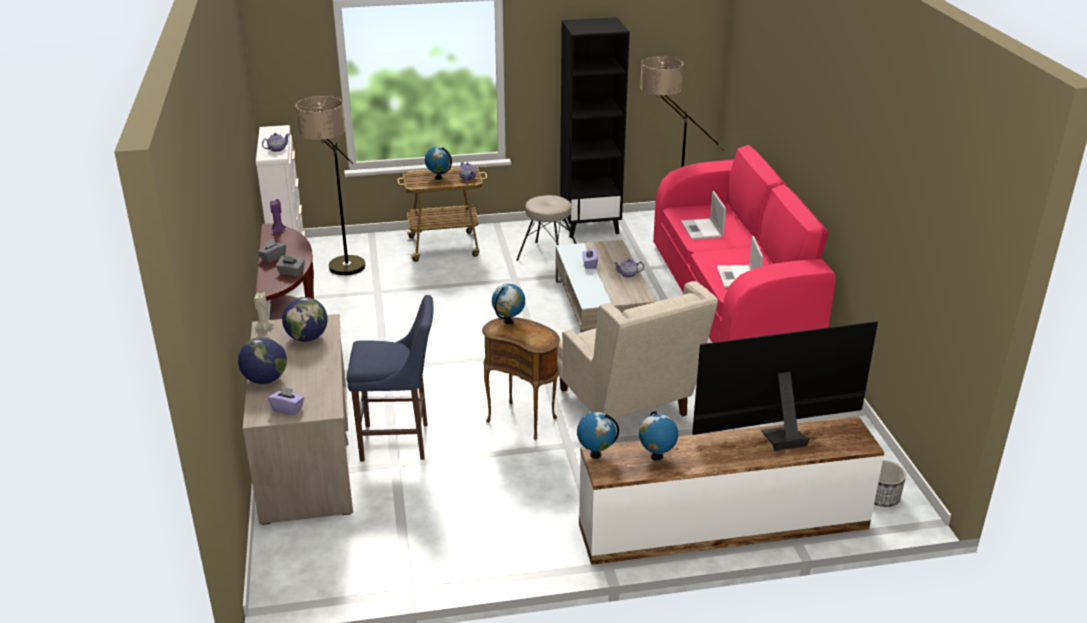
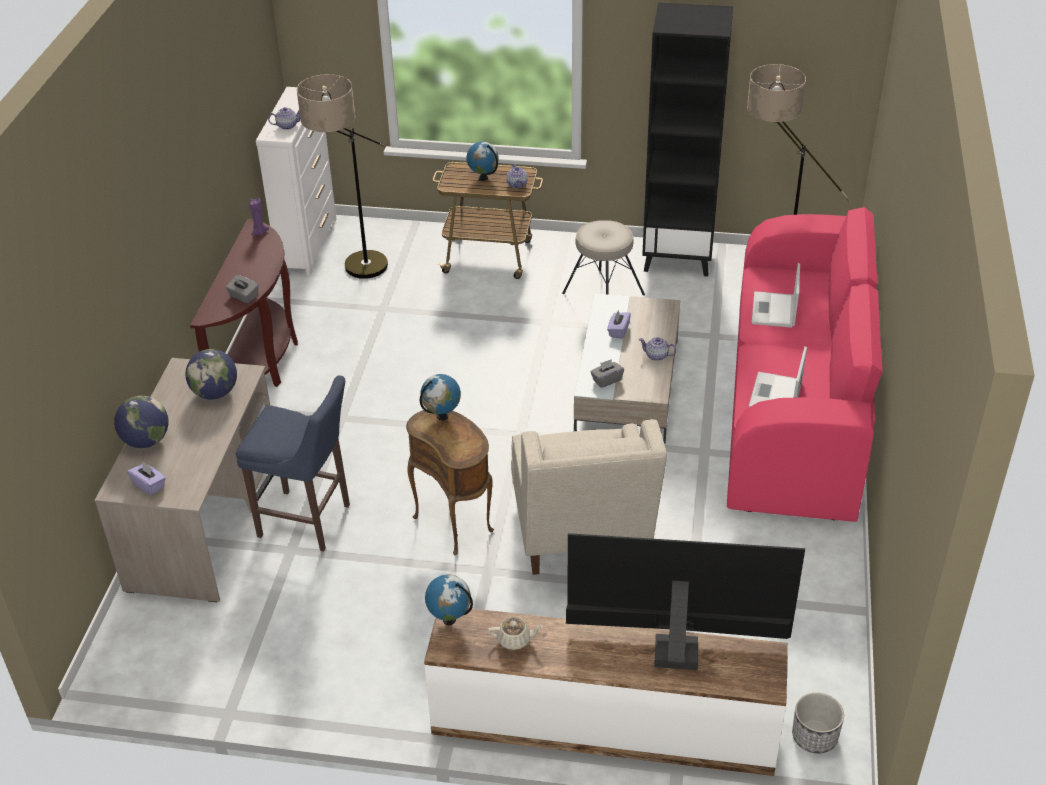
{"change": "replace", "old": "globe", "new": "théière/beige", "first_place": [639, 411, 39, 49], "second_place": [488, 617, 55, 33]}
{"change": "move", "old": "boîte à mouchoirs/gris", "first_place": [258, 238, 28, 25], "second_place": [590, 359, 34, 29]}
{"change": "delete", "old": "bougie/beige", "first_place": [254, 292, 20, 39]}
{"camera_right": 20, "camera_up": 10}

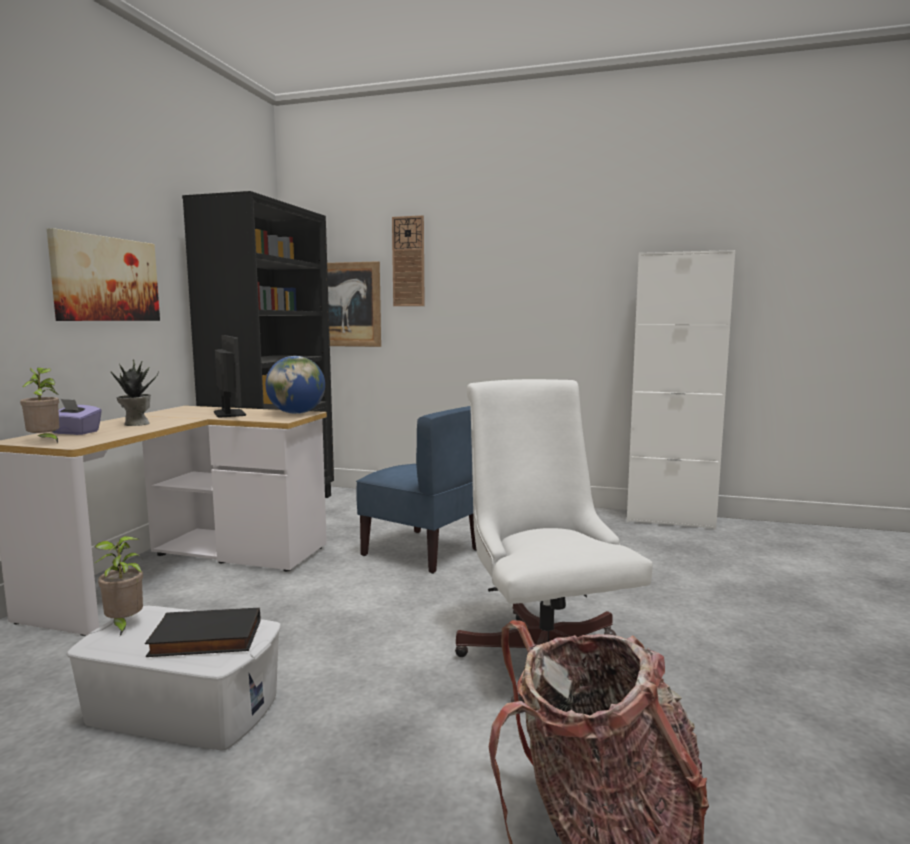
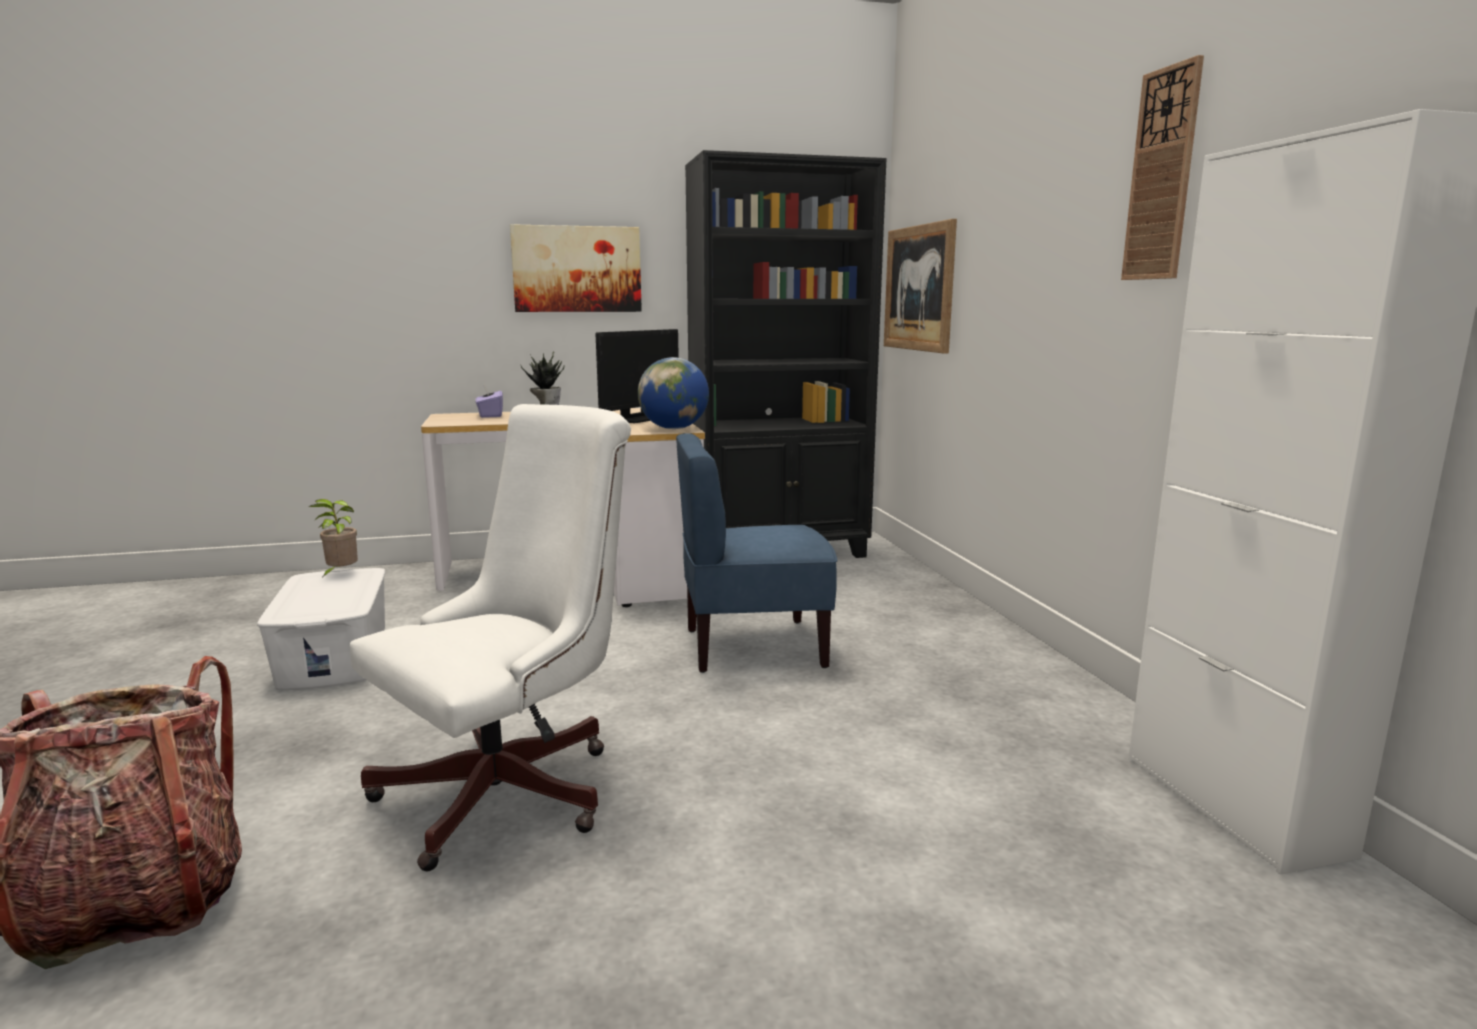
{"change": "rotate", "old": "chaise/bleu", "first_place": [356, 406, 121, 168], "second_place": [676, 433, 161, 240], "degrees": 75}
{"change": "move", "old": "horloge murale", "first_place": [392, 215, 33, 91], "second_place": [1121, 55, 83, 225]}
{"change": "delete", "old": "plante en pot", "first_place": [20, 368, 40, 75]}
{"change": "delete", "old": "livre/noir", "first_place": [145, 608, 115, 49]}
{"camera_right": 60, "camera_up": 5}

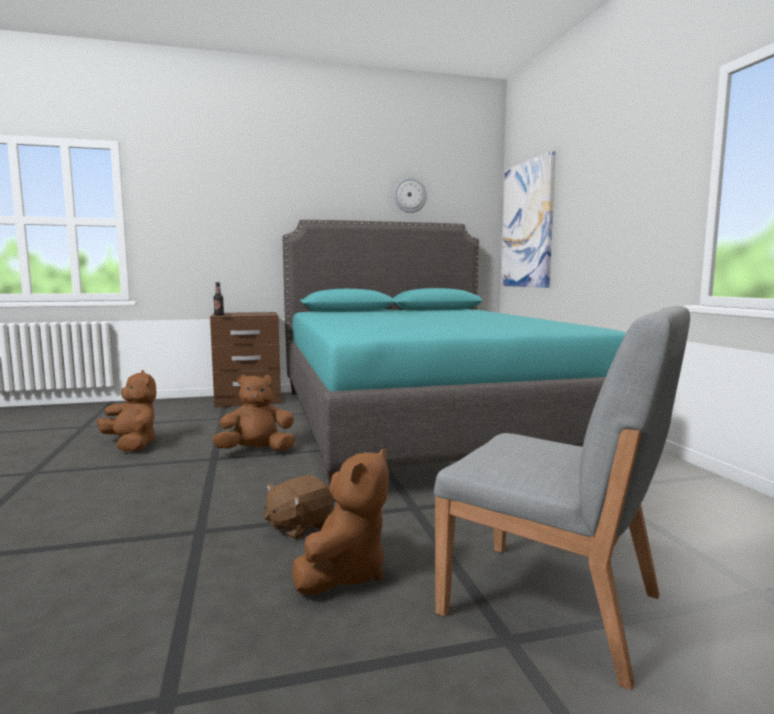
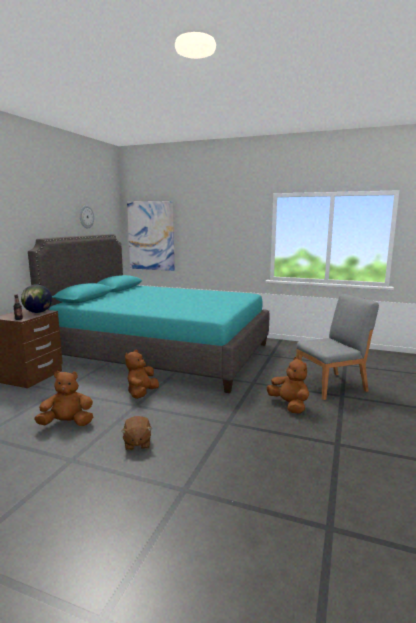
{"change": "insert", "new": "globe", "second_place": [21, 284, 31, 29]}
{"change": "move", "old": "peluche/marron", "first_place": [264, 475, 70, 64], "second_place": [121, 416, 31, 35]}
{"camera_right": -55, "camera_up": 5}

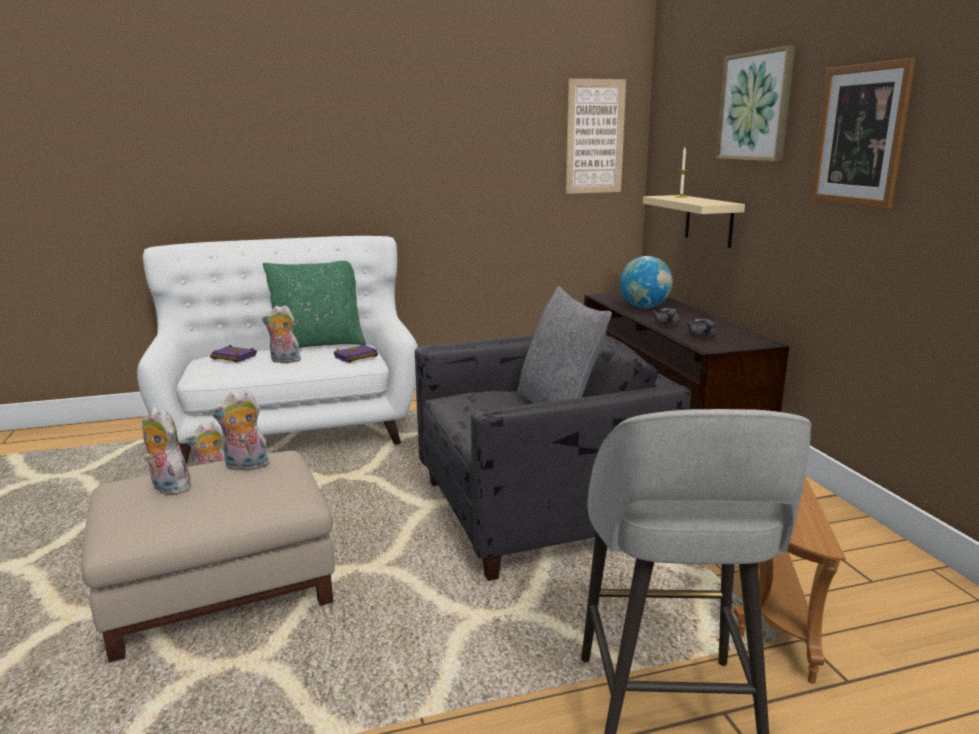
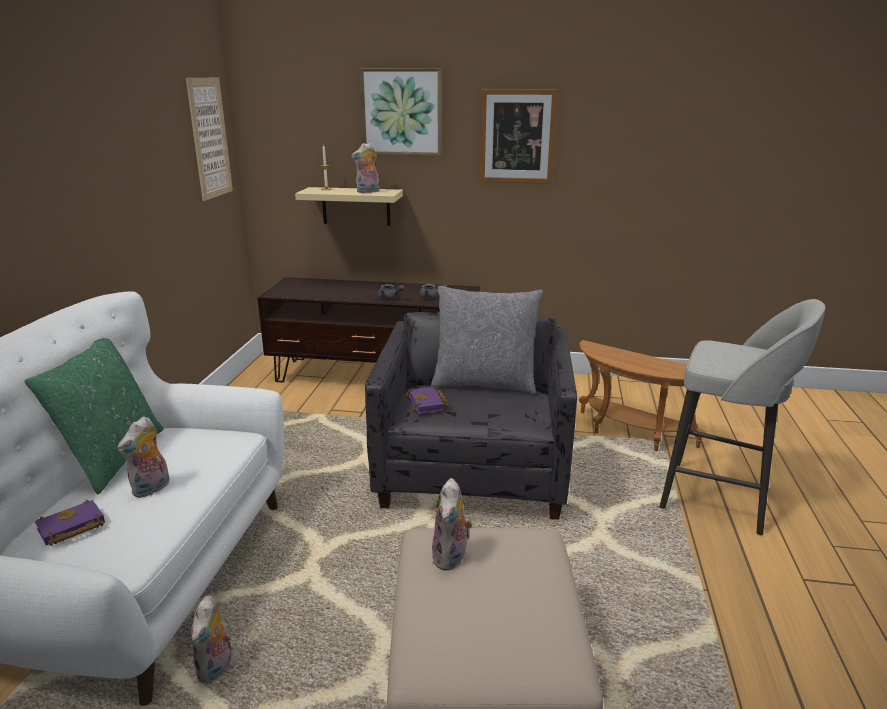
{"change": "move", "old": "peluche", "first_place": [142, 407, 52, 88], "second_place": [351, 143, 29, 50]}
{"change": "move", "old": "livre/violet", "first_place": [334, 344, 44, 19], "second_place": [405, 386, 44, 28]}
{"change": "delete", "old": "globe", "first_place": [620, 256, 53, 52]}
{"camera_right": -65, "camera_up": 5}

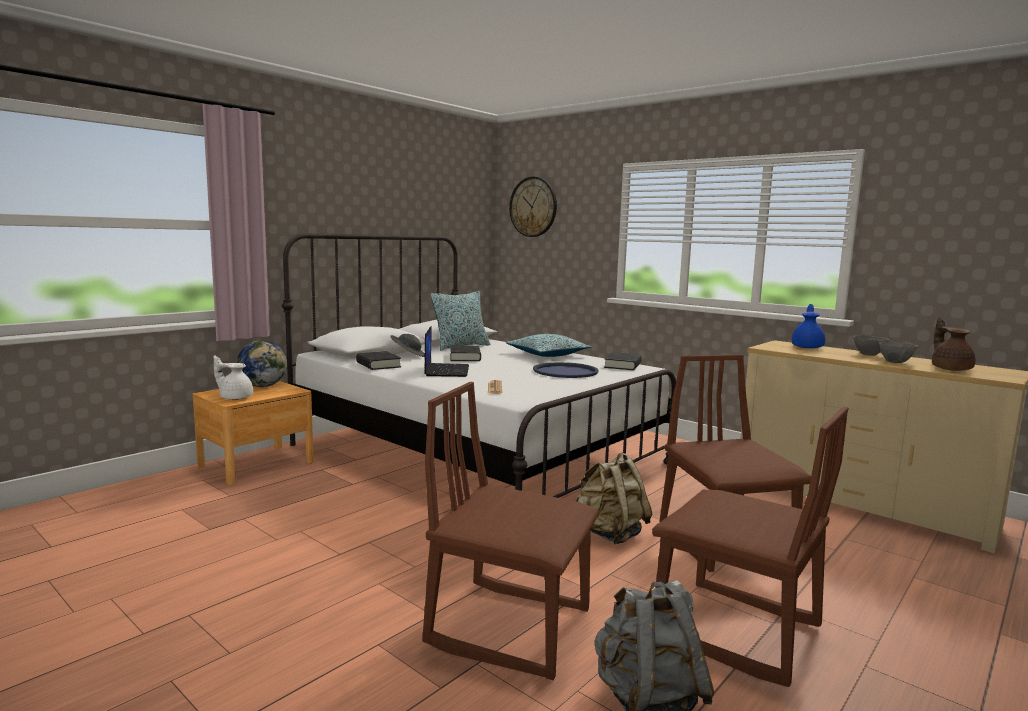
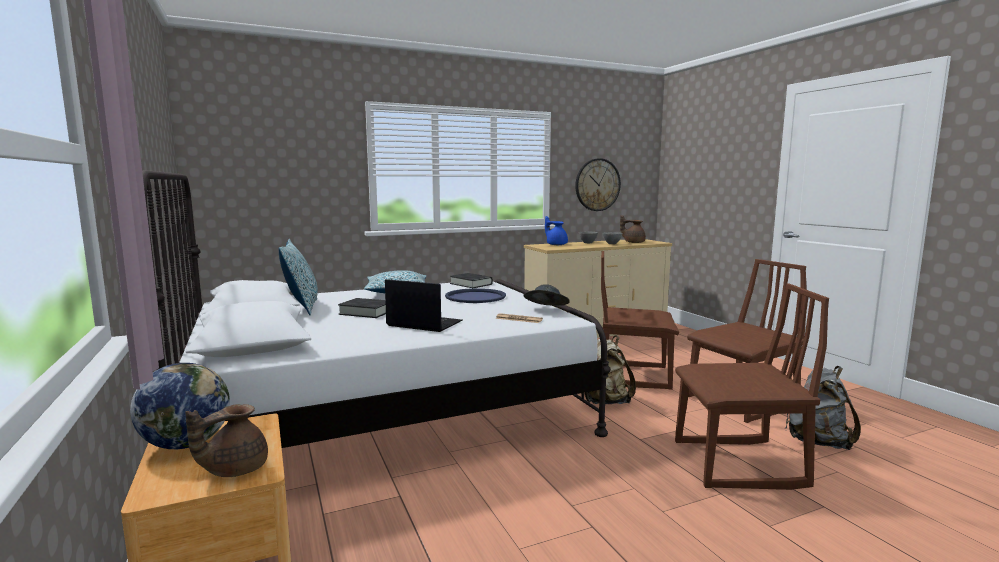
{"change": "recolor", "old": "théière/blanc", "new": "théière/marron", "first_place": [214, 356, 39, 44], "second_place": [185, 404, 83, 73]}
{"change": "move", "old": "chapeau/gris", "first_place": [390, 334, 35, 23], "second_place": [523, 284, 47, 22]}
{"change": "move", "old": "horloge murale", "first_place": [509, 177, 48, 60], "second_place": [575, 158, 46, 53]}
{"change": "rotate", "old": "chaise/marron", "first_place": [422, 382, 178, 298], "second_place": [675, 283, 154, 207], "degrees": -135}
{"change": "delete", "old": "livre/noir", "first_place": [356, 351, 45, 19]}
{"camera_right": -65, "camera_up": 0}

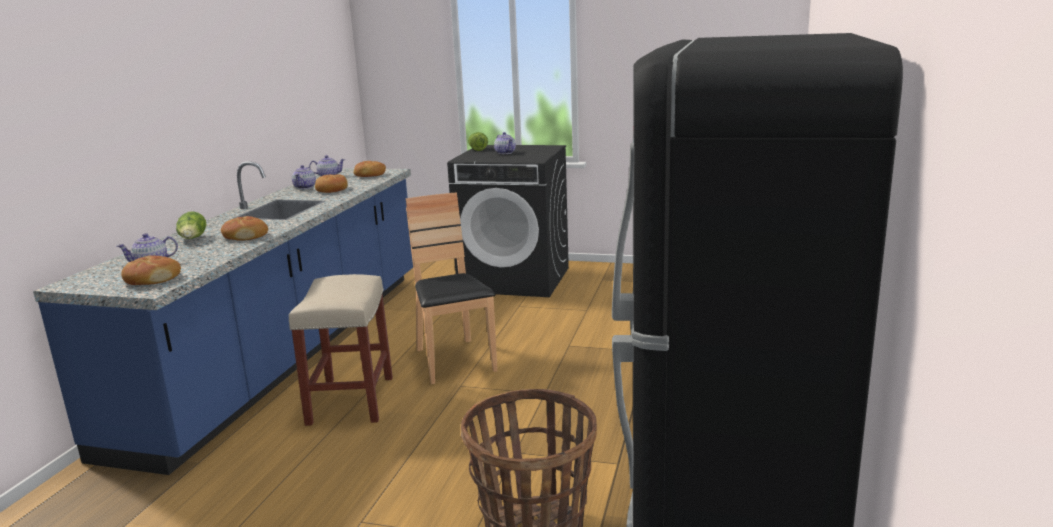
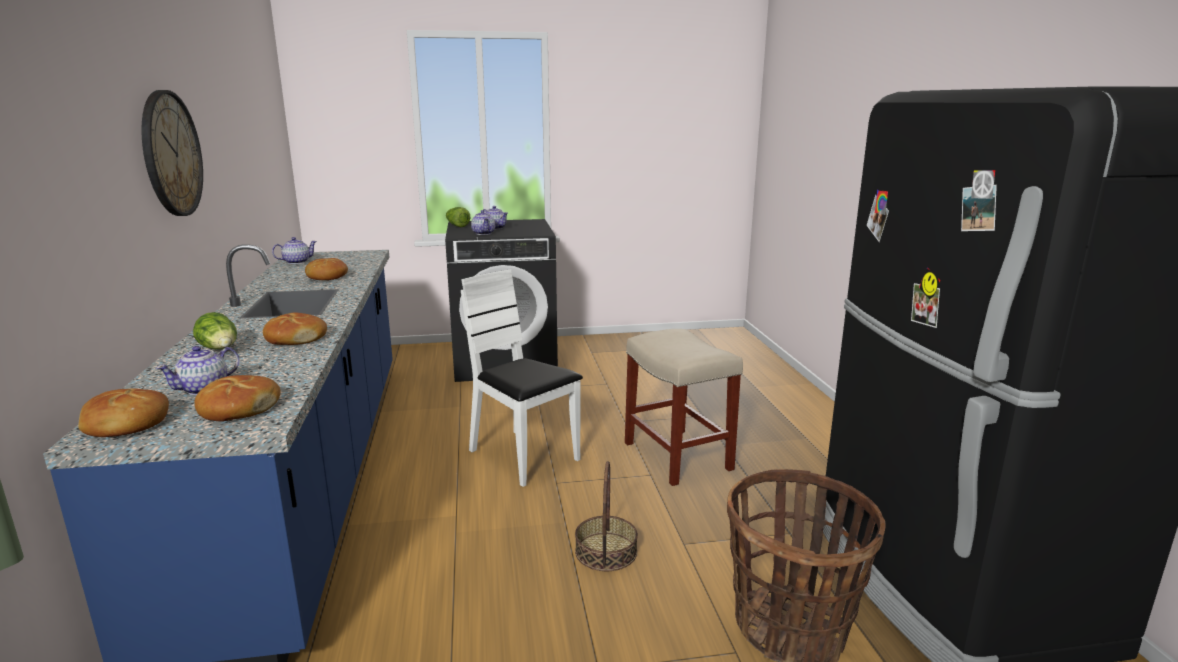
{"change": "move", "old": "pain", "first_place": [354, 161, 32, 16], "second_place": [78, 388, 91, 49]}
{"change": "insert", "new": "horloge murale", "second_place": [141, 90, 62, 126]}
{"change": "recolor", "old": "chaise/marron", "new": "chaise/blanc", "first_place": [406, 192, 92, 192], "second_place": [461, 269, 122, 218]}
{"change": "move", "old": "théière", "first_place": [292, 165, 24, 24], "second_place": [471, 210, 24, 25]}
{"change": "insert", "new": "panier", "second_place": [575, 461, 63, 110]}
{"change": "move", "old": "tabouret/beige", "first_place": [289, 274, 104, 152], "second_place": [625, 329, 118, 157]}
{"camera_right": -25, "camera_up": 0}

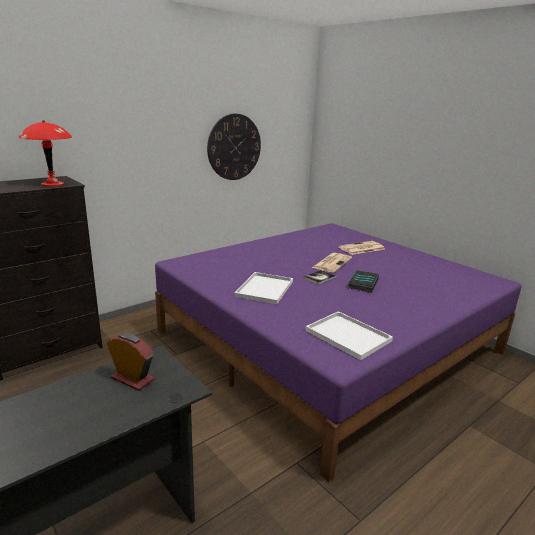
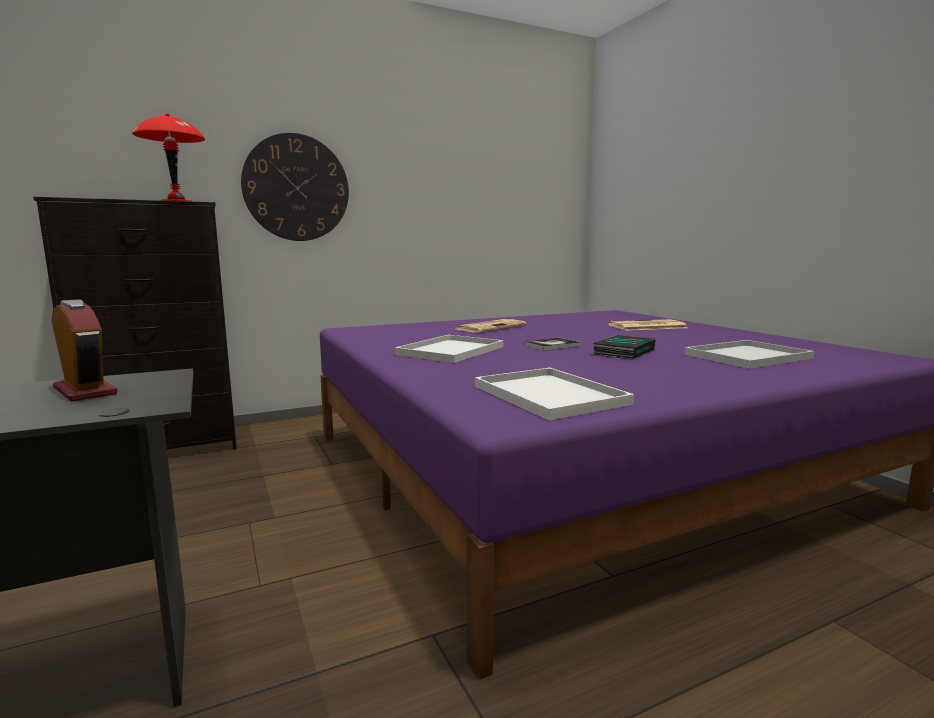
{"change": "move", "old": "horloge murale", "first_place": [207, 114, 54, 66], "second_place": [241, 133, 108, 108]}
{"change": "move", "old": "journal", "first_place": [312, 253, 40, 20], "second_place": [456, 319, 70, 14]}
{"change": "insert", "new": "plateau/blanc", "second_place": [684, 340, 130, 29]}
{"camera_right": 15, "camera_up": -10}

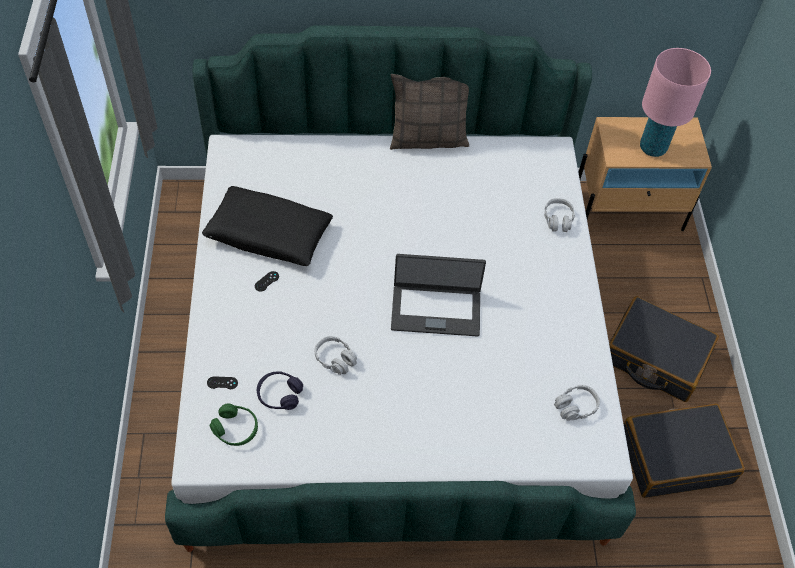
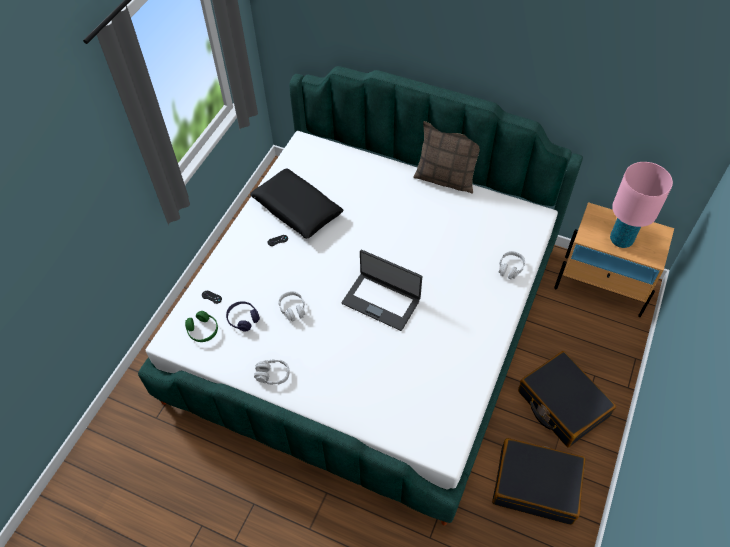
{"change": "move", "old": "casque audio/gris", "first_place": [554, 385, 46, 36], "second_place": [254, 359, 35, 26]}
{"camera_right": 30, "camera_up": 0}

